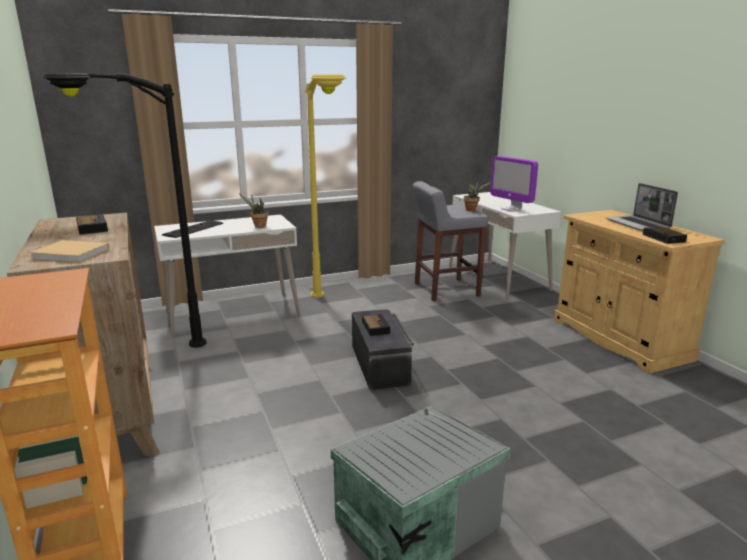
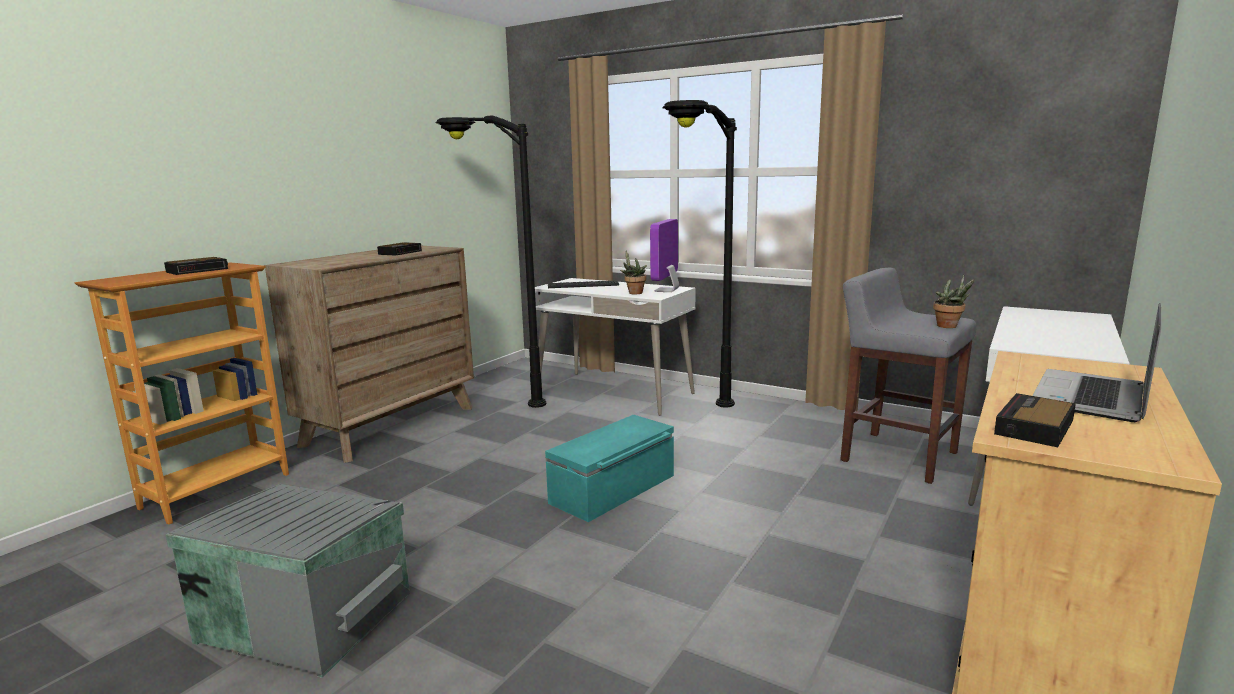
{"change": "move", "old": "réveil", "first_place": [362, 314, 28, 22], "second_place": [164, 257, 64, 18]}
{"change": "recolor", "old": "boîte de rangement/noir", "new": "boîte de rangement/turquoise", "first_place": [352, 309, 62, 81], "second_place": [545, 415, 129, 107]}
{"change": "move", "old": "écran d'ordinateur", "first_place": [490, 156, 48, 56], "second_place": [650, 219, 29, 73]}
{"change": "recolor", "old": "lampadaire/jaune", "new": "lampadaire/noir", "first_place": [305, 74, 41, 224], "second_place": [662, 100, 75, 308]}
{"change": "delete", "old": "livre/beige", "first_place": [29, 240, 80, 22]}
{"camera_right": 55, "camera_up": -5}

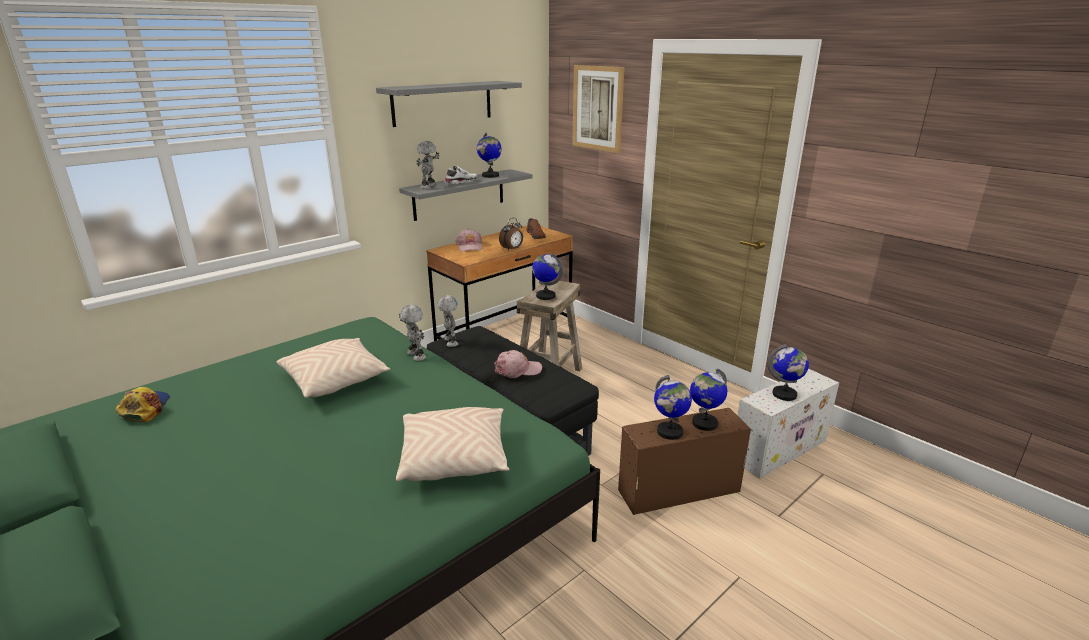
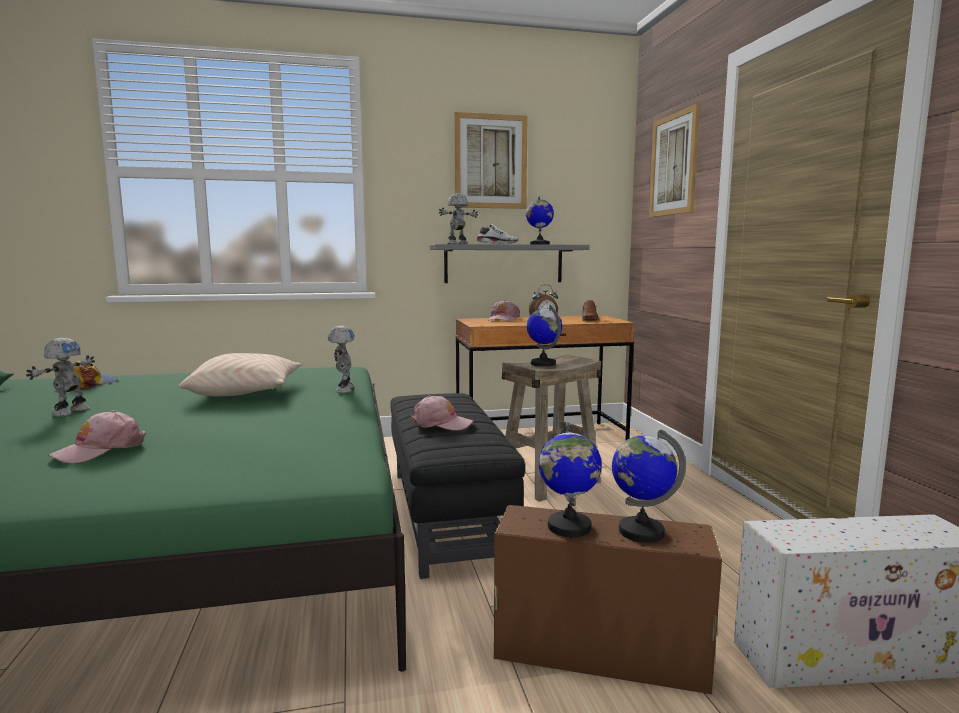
{"change": "move", "old": "robot jouet", "first_place": [437, 295, 21, 52], "second_place": [26, 338, 69, 79]}
{"change": "insert", "new": "casquette/rose", "second_place": [49, 410, 97, 53]}
{"change": "replace", "old": "étagère/gris", "new": "tableau", "first_place": [376, 81, 146, 46], "second_place": [454, 112, 74, 97]}
{"change": "delete", "old": "coussin/beige", "first_place": [396, 407, 113, 74]}
{"change": "delete", "old": "globe", "first_place": [767, 344, 42, 57]}
{"camera_right": 30, "camera_up": -15}

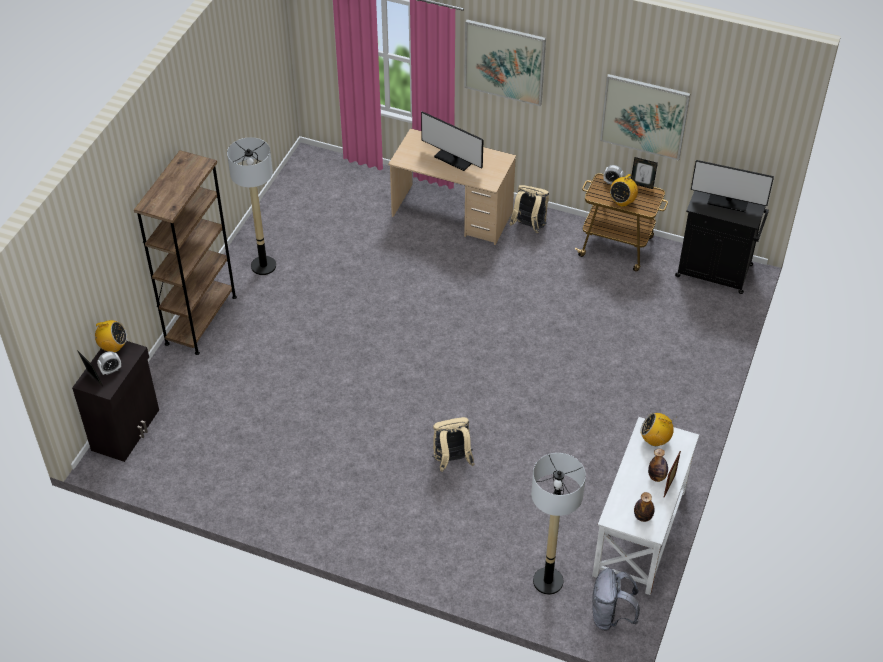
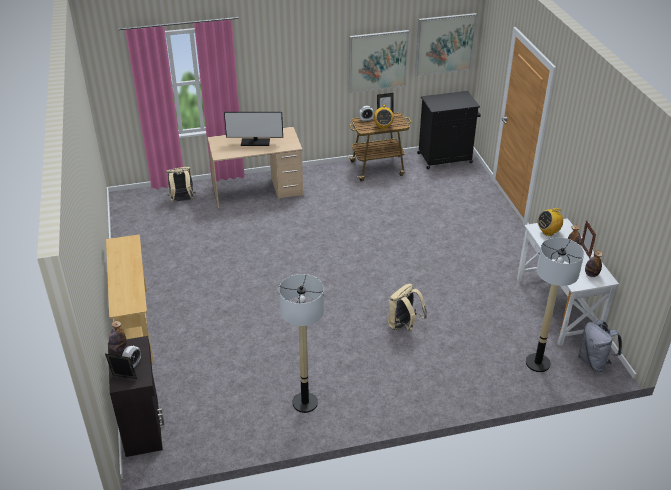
{"change": "replace", "old": "bibliothèque/marron", "new": "table console/beige", "first_place": [134, 150, 103, 205], "second_place": [106, 234, 48, 129]}
{"change": "replace", "old": "radio", "new": "bouteille", "first_place": [90, 320, 37, 33], "second_place": [109, 321, 18, 31]}
{"change": "move", "old": "sac à dos/beige", "first_place": [510, 185, 39, 48], "second_place": [166, 167, 30, 35]}
{"change": "move", "old": "lampadaire", "first_place": [227, 137, 49, 138], "second_place": [279, 274, 45, 139]}
{"change": "move", "old": "tableau", "first_place": [464, 19, 82, 87], "second_place": [415, 13, 62, 63]}
{"change": "delete", "old": "écran d'ordinateur", "first_place": [691, 160, 83, 52]}
{"camera_right": -35, "camera_up": -10}

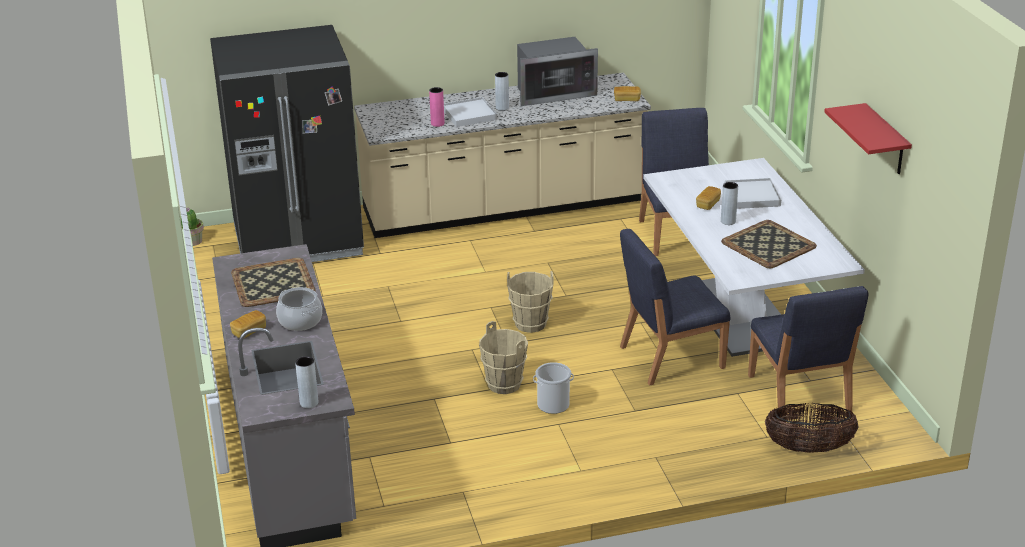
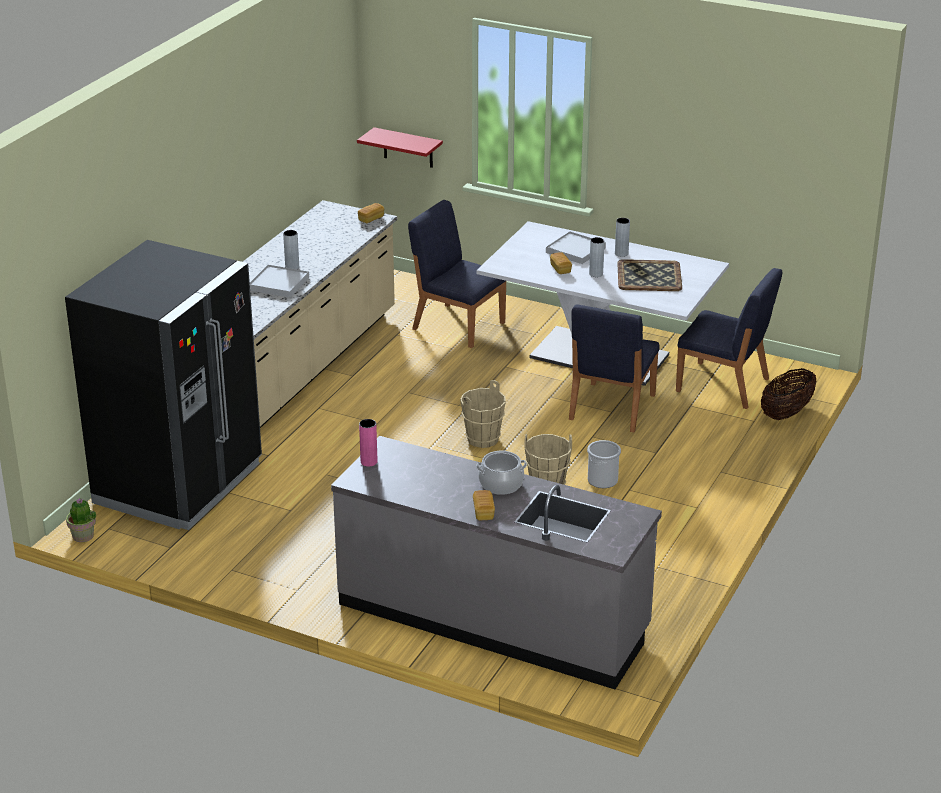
{"change": "move", "old": "étagère/rouge", "first_place": [824, 103, 88, 71], "second_place": [357, 127, 86, 41]}
{"change": "move", "old": "vase/rose", "first_place": [429, 87, 16, 40], "second_place": [359, 419, 19, 48]}
{"change": "move", "old": "vase/gris", "first_place": [295, 356, 23, 52], "second_place": [615, 218, 15, 39]}
{"change": "delete", "old": "plateau", "first_place": [231, 258, 85, 49]}
{"change": "delete", "old": "micro-ondes", "first_place": [517, 37, 81, 69]}
{"camera_right": -50, "camera_up": 0}

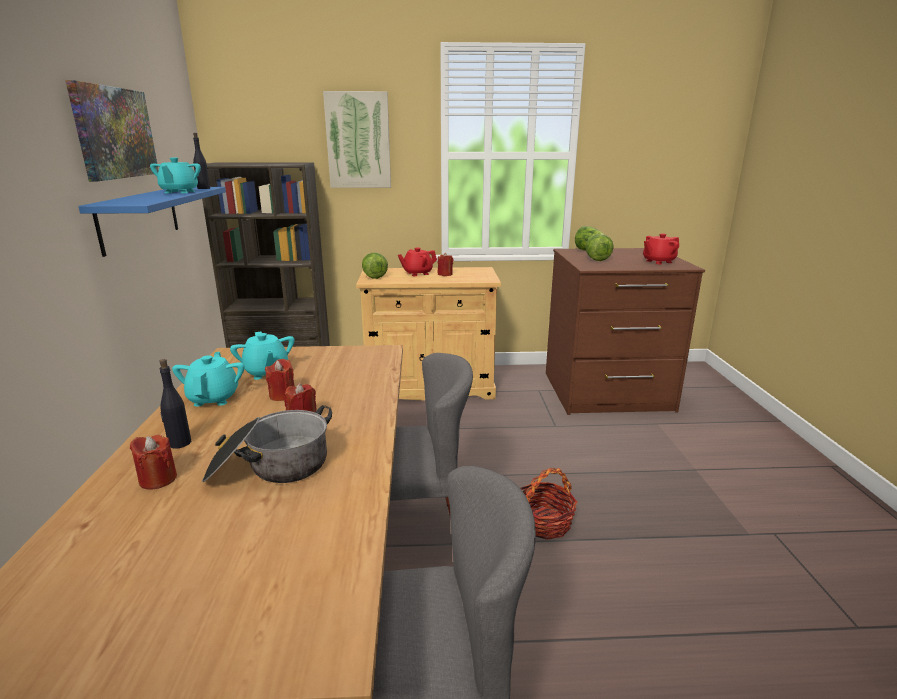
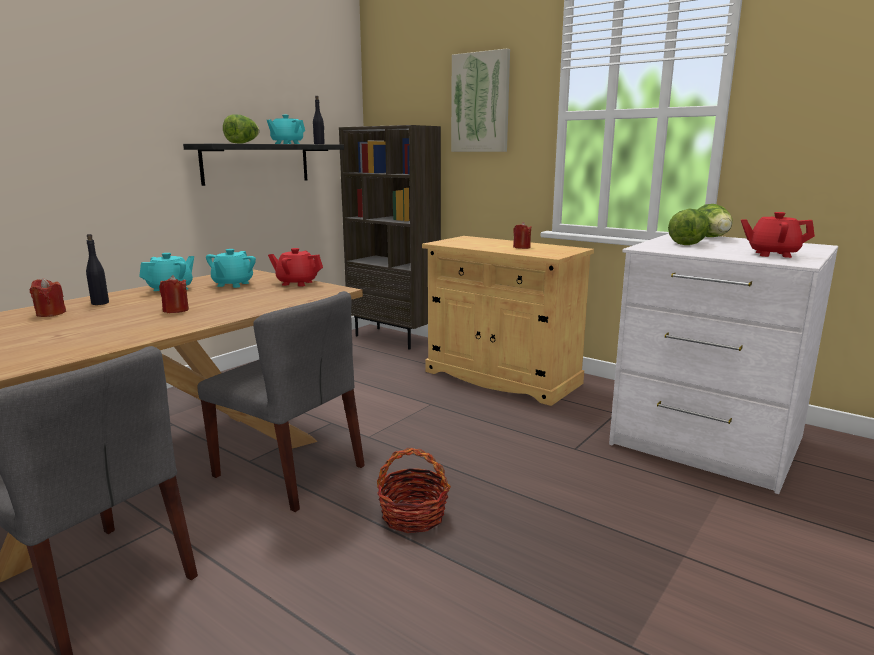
{"change": "recolor", "old": "étagère/bleu", "new": "étagère/noir", "first_place": [78, 187, 148, 70], "second_place": [183, 144, 161, 42]}
{"change": "move", "old": "laitue", "first_place": [362, 253, 26, 26], "second_place": [223, 114, 37, 30]}
{"change": "move", "old": "théière/rouge", "first_place": [398, 247, 39, 29], "second_place": [268, 248, 55, 39]}
{"change": "recolor", "old": "commode/marron", "new": "commode/blanc", "first_place": [546, 248, 159, 167], "second_place": [609, 234, 229, 260]}
{"change": "delete", "old": "tableau", "first_place": [65, 80, 94, 101]}
{"change": "delete", "old": "marmite", "first_place": [202, 405, 130, 78]}
{"change": "delete", "old": "bougie/rouge", "first_place": [265, 359, 30, 42]}
{"camera_right": 40, "camera_up": -5}

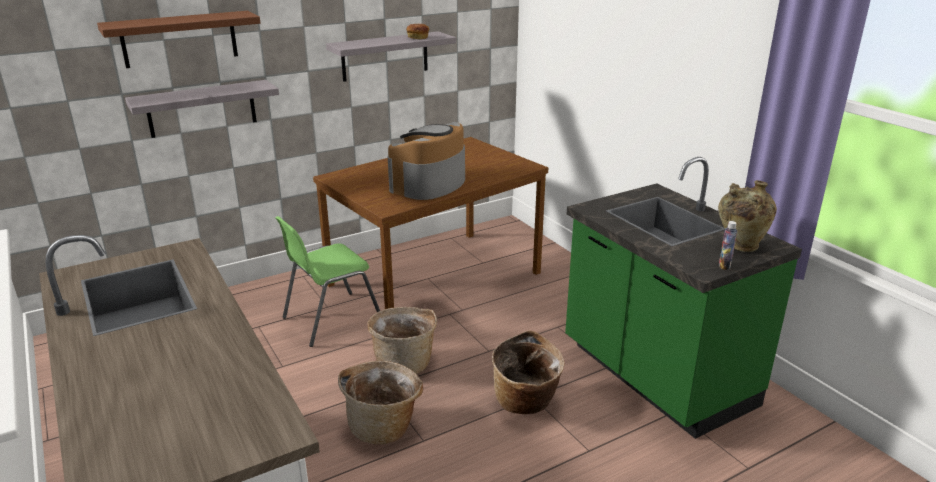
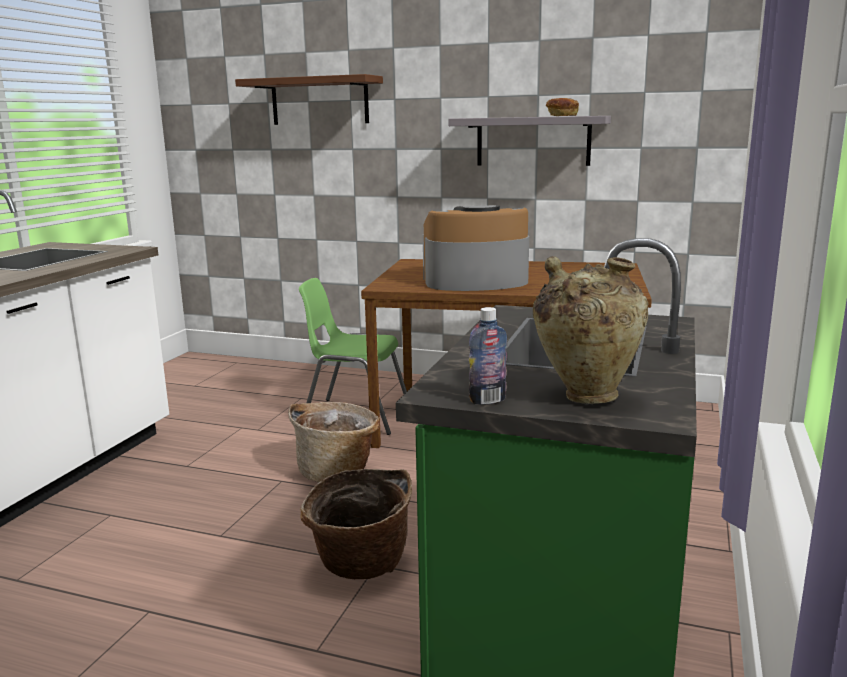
{"change": "delete", "old": "étagère/gris", "first_place": [125, 80, 154, 58]}
{"change": "delete", "old": "panier", "first_place": [338, 361, 86, 84]}
{"camera_right": 50, "camera_up": -10}

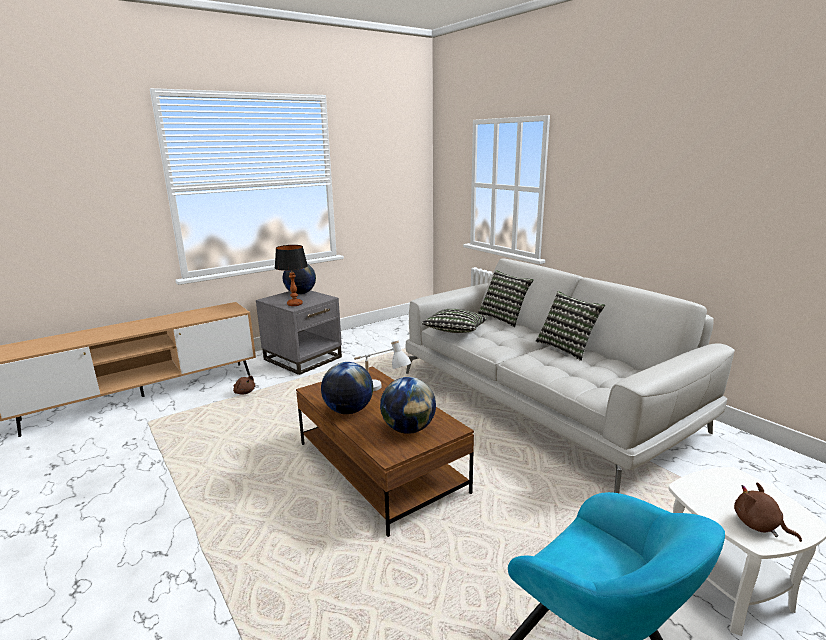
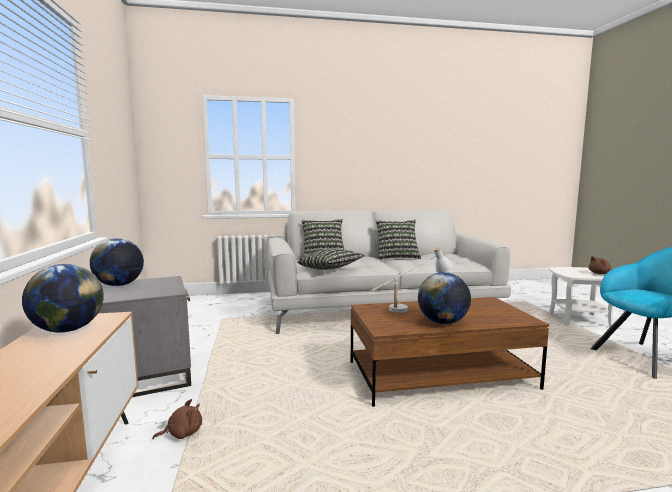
{"change": "move", "old": "globe", "first_place": [380, 377, 56, 57], "second_place": [22, 264, 82, 69]}
{"change": "delete", "old": "lampe de table", "first_place": [275, 245, 33, 61]}
{"camera_right": -65, "camera_up": -10}

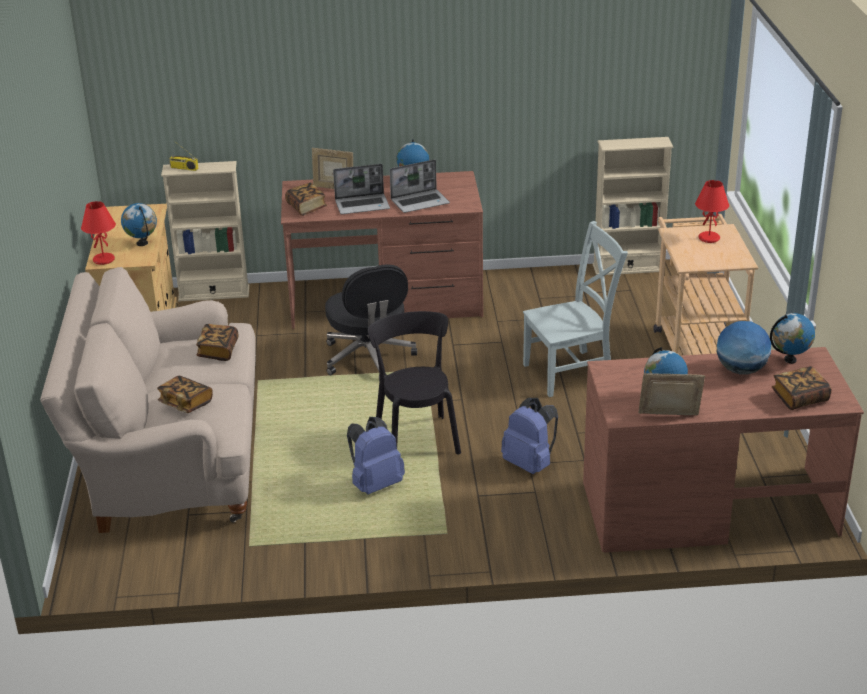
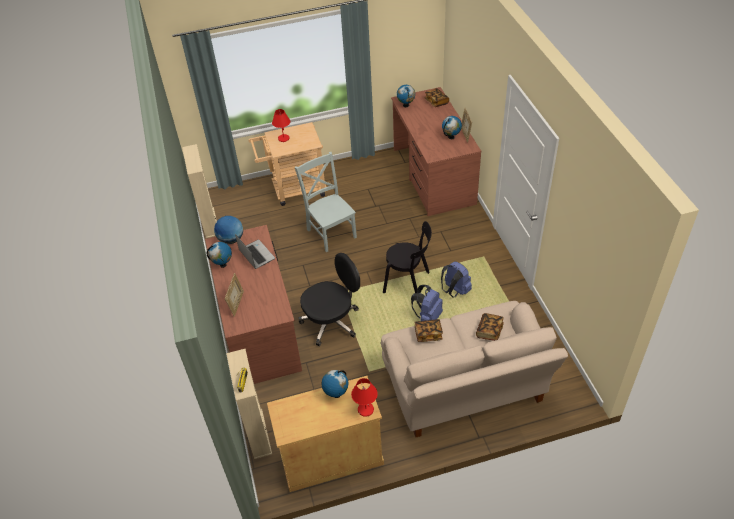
{"change": "move", "old": "globe", "first_place": [717, 321, 54, 53], "second_place": [214, 216, 29, 28]}
{"change": "rotate", "old": "chaise/noir", "first_place": [368, 311, 93, 143], "second_place": [383, 221, 49, 72], "degrees": -135}
{"change": "move", "old": "sac à dos/bleu", "first_place": [501, 398, 57, 76], "second_place": [411, 285, 32, 36]}
{"change": "delete", "old": "livre", "first_place": [285, 182, 42, 34]}
{"change": "delete", "old": "ordinateur portable", "first_place": [333, 164, 57, 50]}
{"camera_right": -100, "camera_up": 15}

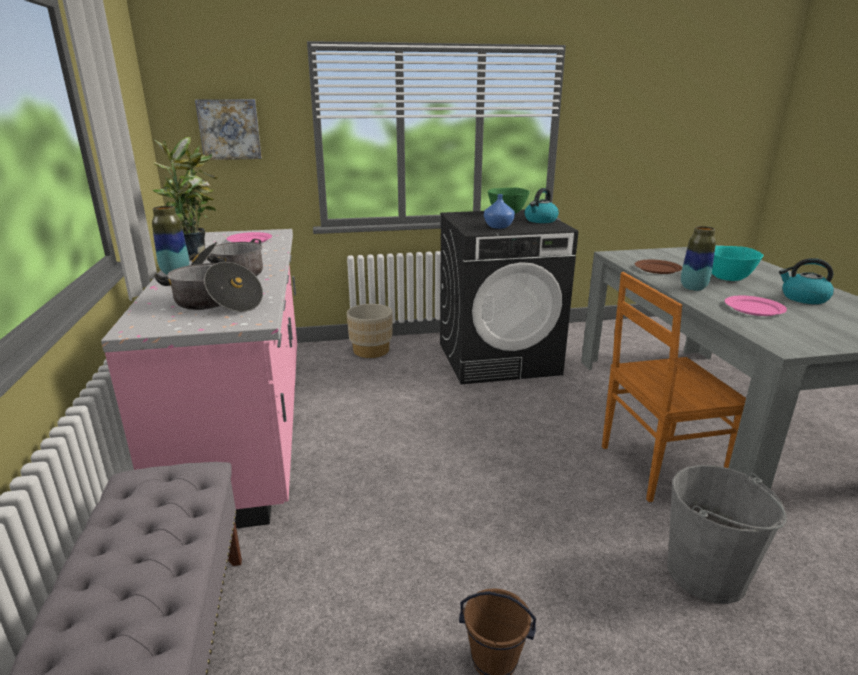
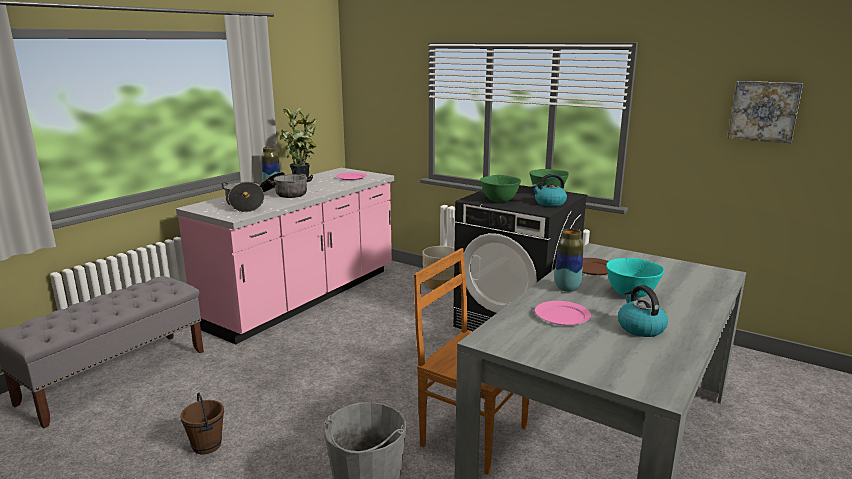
{"change": "replace", "old": "vase/bleu", "new": "bol/vert", "first_place": [484, 194, 31, 35], "second_place": [480, 175, 41, 27]}
{"change": "move", "old": "tableau", "first_place": [195, 99, 67, 61], "second_place": [728, 81, 75, 62]}
{"camera_right": 45, "camera_up": -5}

